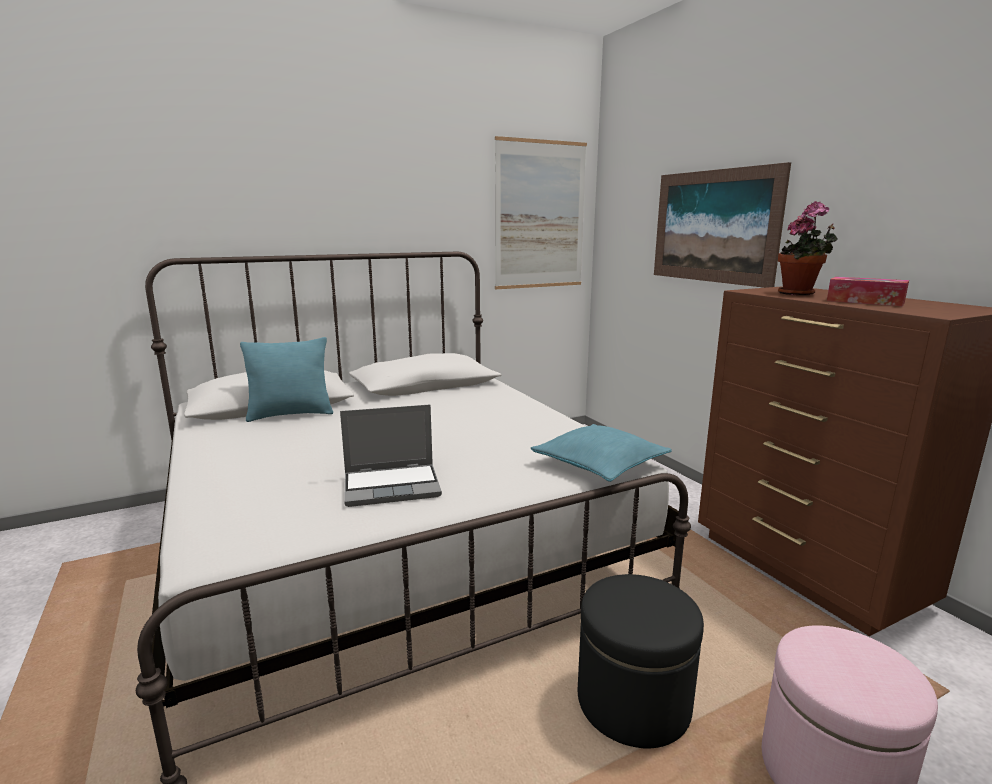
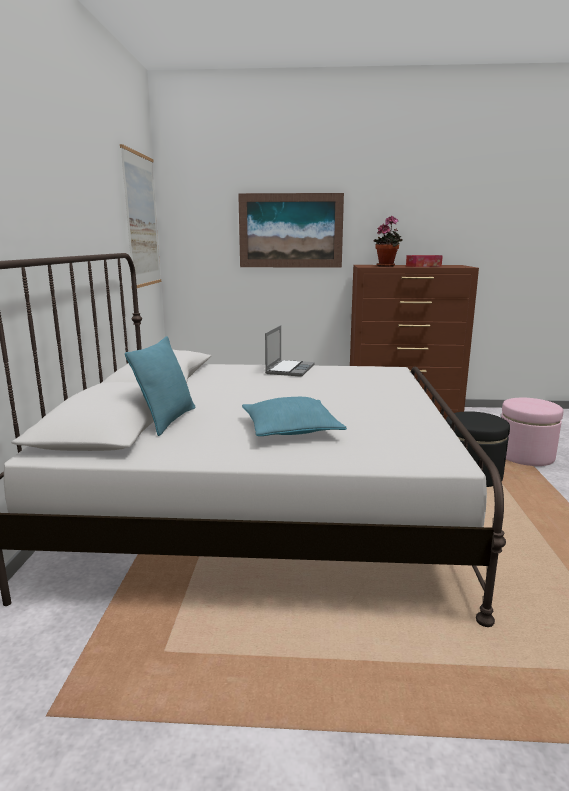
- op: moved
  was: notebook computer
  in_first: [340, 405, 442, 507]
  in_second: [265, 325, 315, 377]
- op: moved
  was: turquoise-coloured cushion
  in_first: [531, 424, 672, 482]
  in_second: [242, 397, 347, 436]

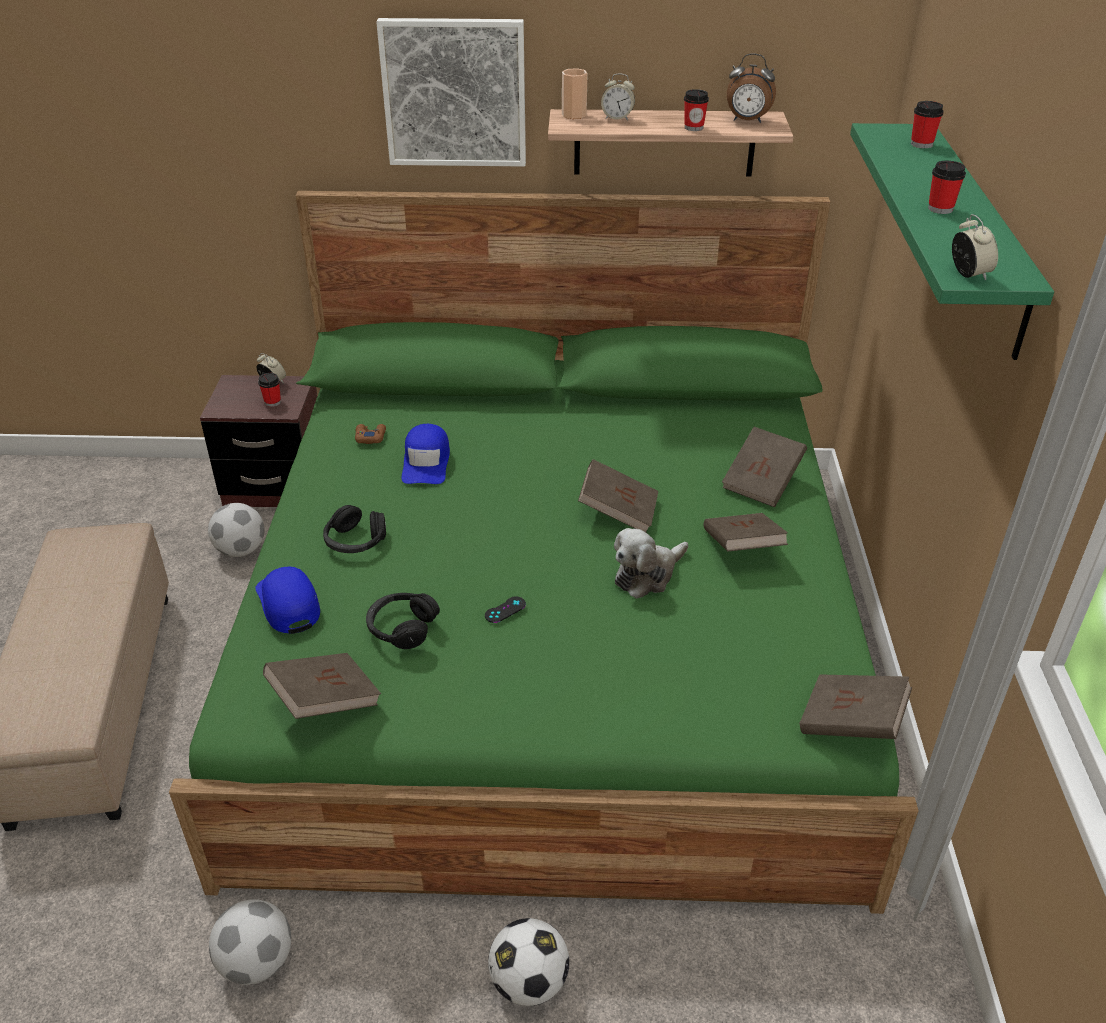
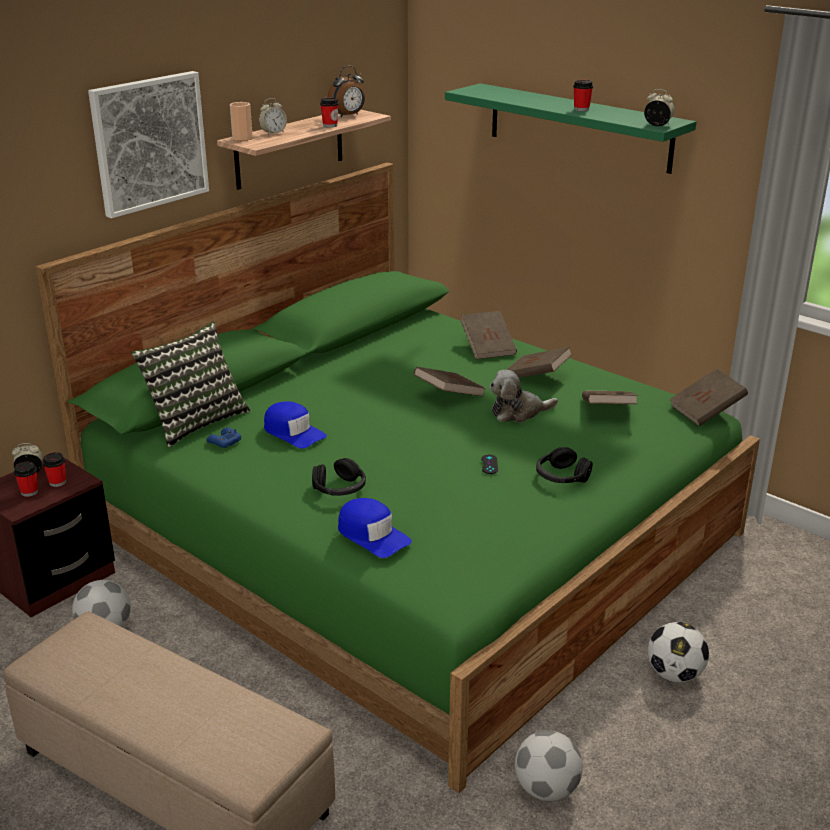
- op: added
  now: cushion
  in_second: [131, 322, 250, 447]
- op: moved
  was: brownish bound book
  in_first: [263, 653, 381, 719]
  in_second: [582, 391, 637, 404]
- op: moved
  was: black-coloured headphones
  in_first: [366, 593, 440, 649]
  in_second: [536, 447, 593, 483]
- op: moved
  was: small cup
  in_first: [911, 101, 944, 148]
  in_second: [14, 462, 38, 497]
- op: recoloured
  was: brownish joypad
  now: blue joypad
  in_first: [355, 424, 386, 444]
  in_second: [206, 427, 241, 448]
- op: turned
  was: blue baseball cap
  in_first: [255, 567, 320, 634]
  in_second: [338, 498, 412, 558]
  clockwise: -150
- op: turned
  was: plush toy
  in_first: [614, 528, 688, 599]
  in_second: [490, 370, 558, 422]
  clockwise: 75

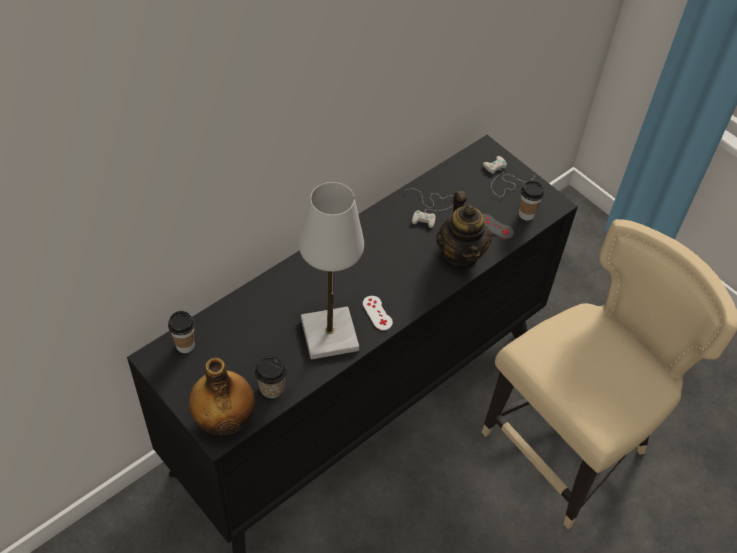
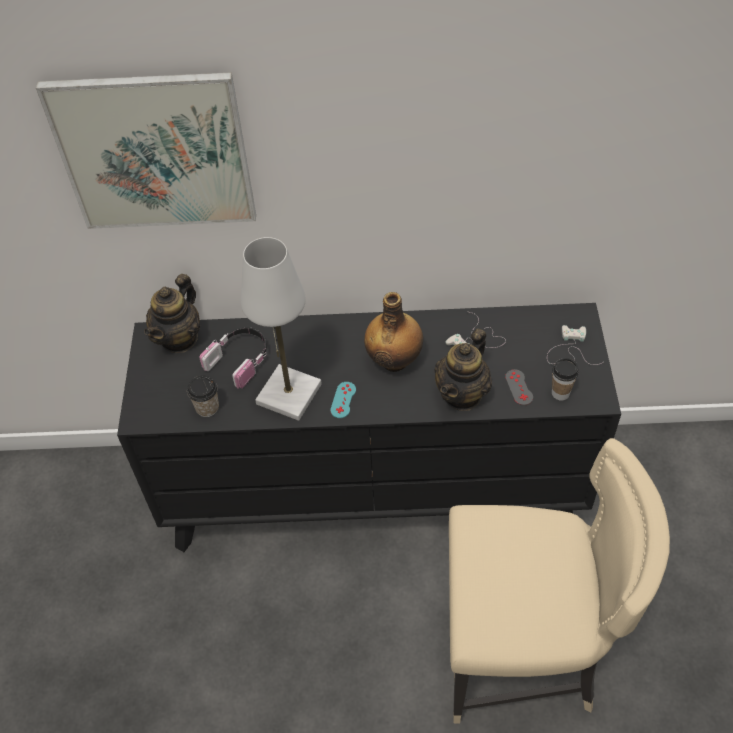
- op: added
  now: wall art
  in_second: [36, 72, 256, 229]
- op: added
  now: headphones
  in_second: [199, 327, 267, 389]
- op: moved
  was: drink bottle
  in_first: [189, 358, 255, 435]
  in_second: [364, 292, 423, 372]
- op: replaced
  was: small cup
  now: pot for tea
  in_first: [168, 311, 195, 353]
  in_second: [144, 274, 200, 353]
- op: recoloured
  was: white-coloured joypad
  now: turquoise-coloured joypad
  in_first: [363, 296, 393, 331]
  in_second: [330, 382, 356, 418]

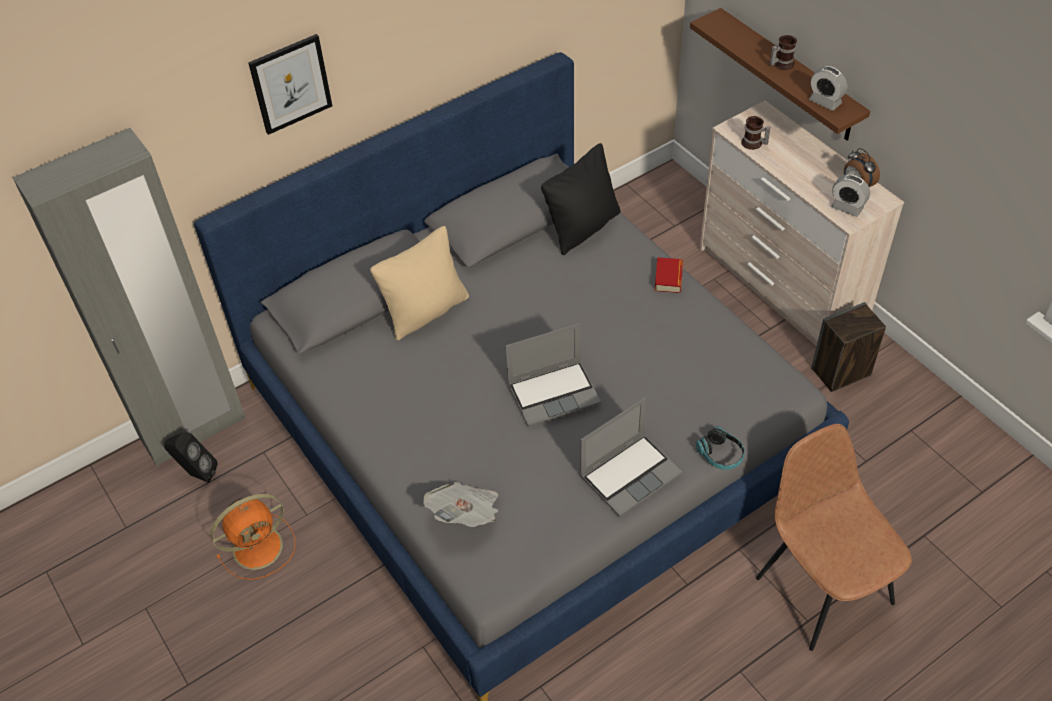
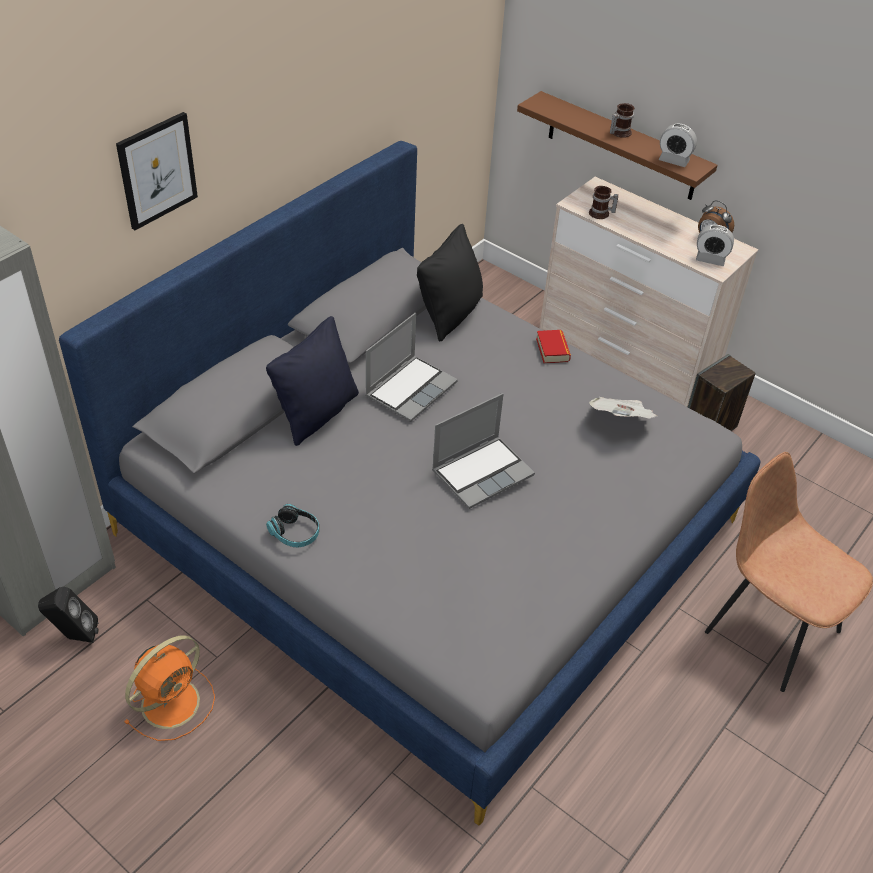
- op: moved
  was: newspaper
  in_first: [423, 482, 498, 527]
  in_second: [589, 397, 657, 418]
- op: moved
  was: notebook computer
  in_first: [580, 397, 682, 517]
  in_second: [365, 313, 458, 422]
- op: moved
  was: headphones
  in_first: [696, 426, 745, 470]
  in_second: [266, 504, 319, 547]
- op: recoloured
  was: sand-coloured cushion
  now: black-coloured cushion
  in_first: [370, 226, 469, 340]
  in_second: [266, 316, 359, 446]

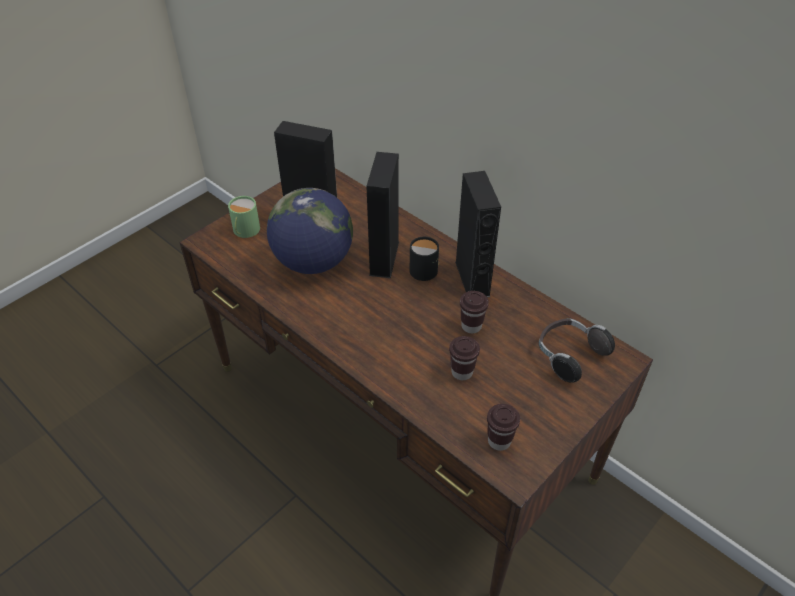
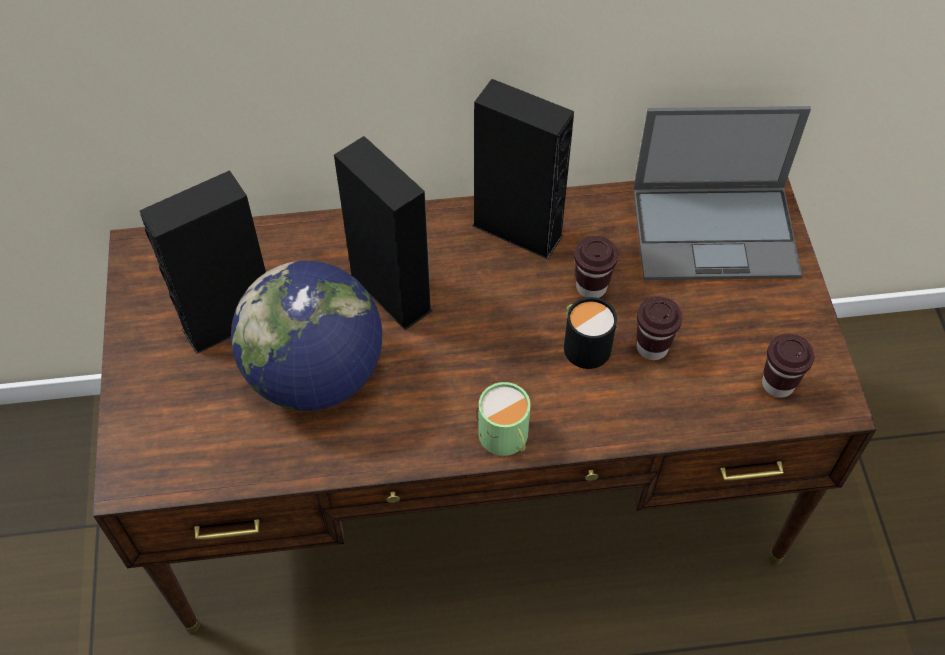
- op: moved
  was: green-coloured coffee mug
  in_first: [228, 196, 260, 238]
  in_second: [476, 382, 530, 456]
- op: moved
  was: black-coloured coffee mug
  in_first: [410, 237, 439, 281]
  in_second: [564, 297, 617, 369]
- op: replaced
  was: headphones
  now: notebook computer
  in_first: [539, 318, 615, 383]
  in_second: [633, 106, 811, 280]

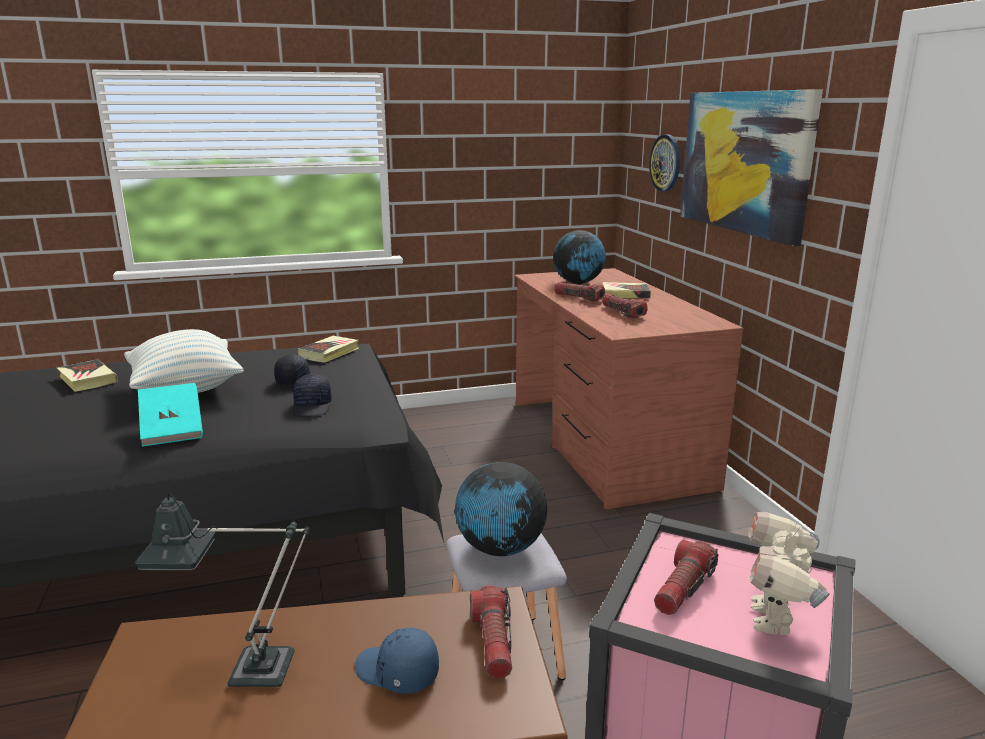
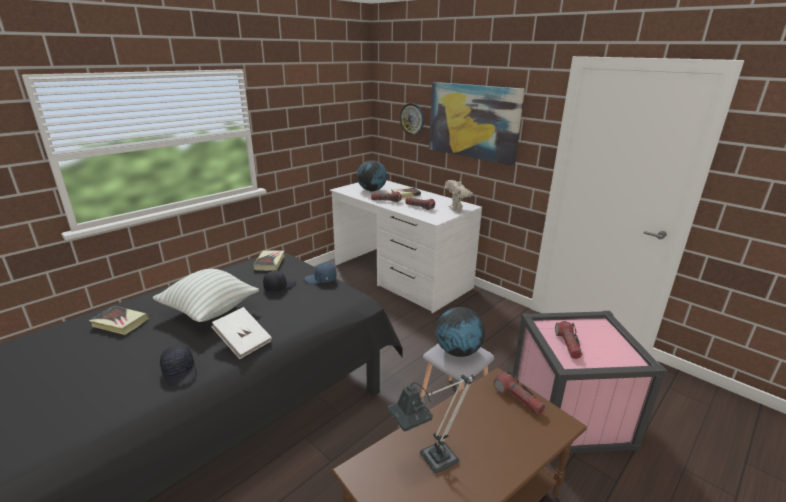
- op: moved
  was: black-coloured baseball cap
  in_first: [293, 374, 332, 416]
  in_second: [160, 345, 197, 386]
- op: moved
  was: blue baseball cap
  in_first: [355, 628, 439, 694]
  in_second: [305, 262, 337, 284]
- op: moved
  was: toy robot
  in_first: [748, 512, 830, 635]
  in_second: [445, 179, 473, 212]
- op: recoloured
  was: turquoise-coloured bound book
  now: white-coloured bound book
  in_first: [138, 383, 203, 447]
  in_second: [211, 307, 272, 359]
- op: recoloured
  was: brownish desk table
  now: white-coloured desk table
  in_first: [514, 268, 744, 510]
  in_second: [330, 180, 482, 313]

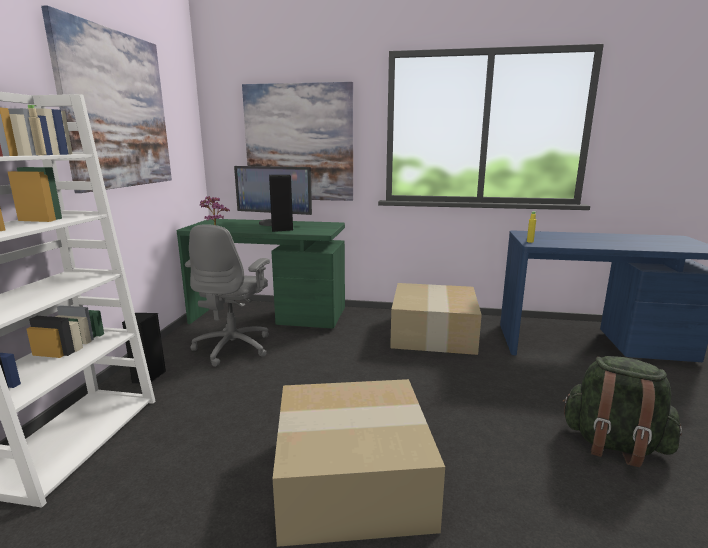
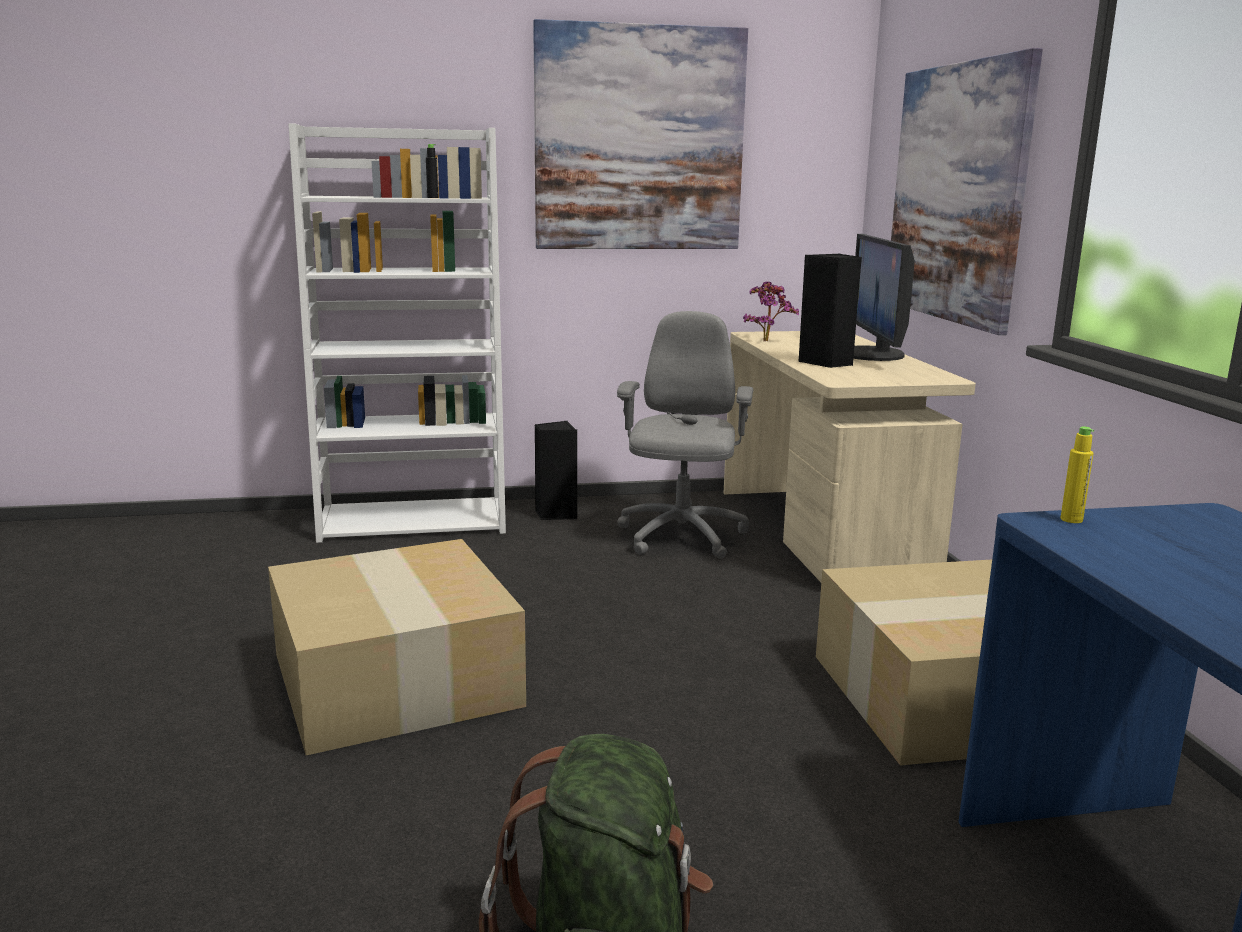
- op: recoloured
  was: sand-coloured drink bottle
  now: black-coloured drink bottle
  in_first: [27, 105, 47, 155]
  in_second: [426, 144, 439, 198]
- op: recoloured
  was: green-coloured desk table
  now: sand-coloured desk table
  in_first: [177, 219, 345, 328]
  in_second: [724, 331, 976, 582]
- op: turned
  was: greyish office chair
  in_first: [185, 224, 270, 367]
  in_second: [617, 311, 753, 559]
  clockwise: 105

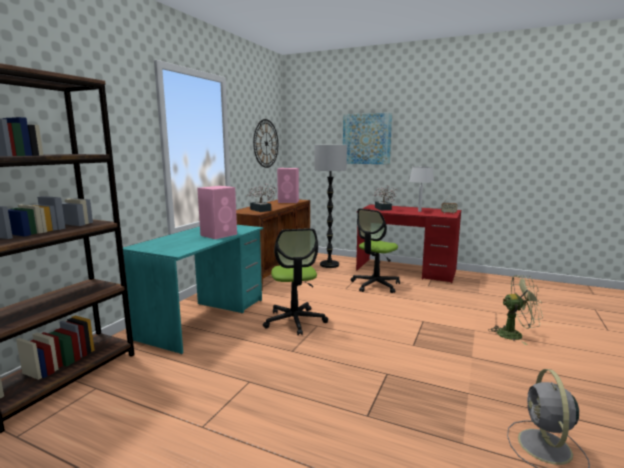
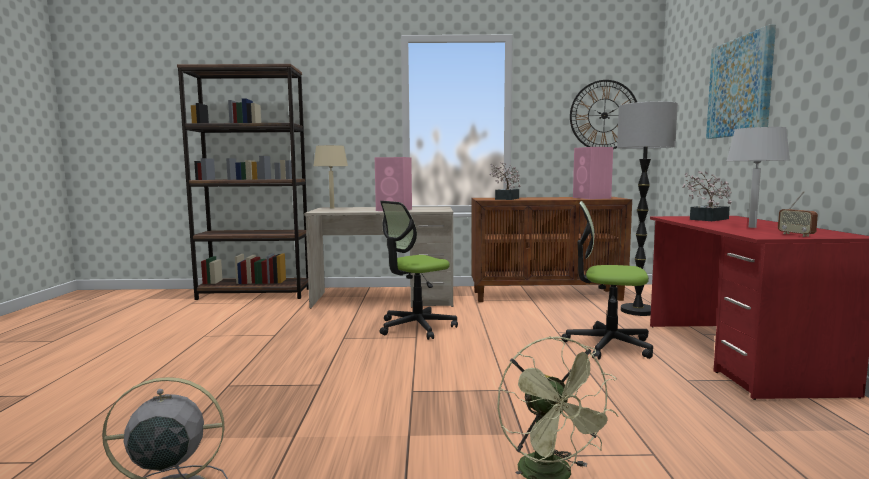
- op: added
  now: sand-coloured tabletop lamp
  in_second: [314, 145, 348, 209]
- op: recoloured
  was: turquoise-coloured desk table
  now: sand-coloured desk table
  in_first: [123, 225, 263, 354]
  in_second: [304, 206, 453, 309]

